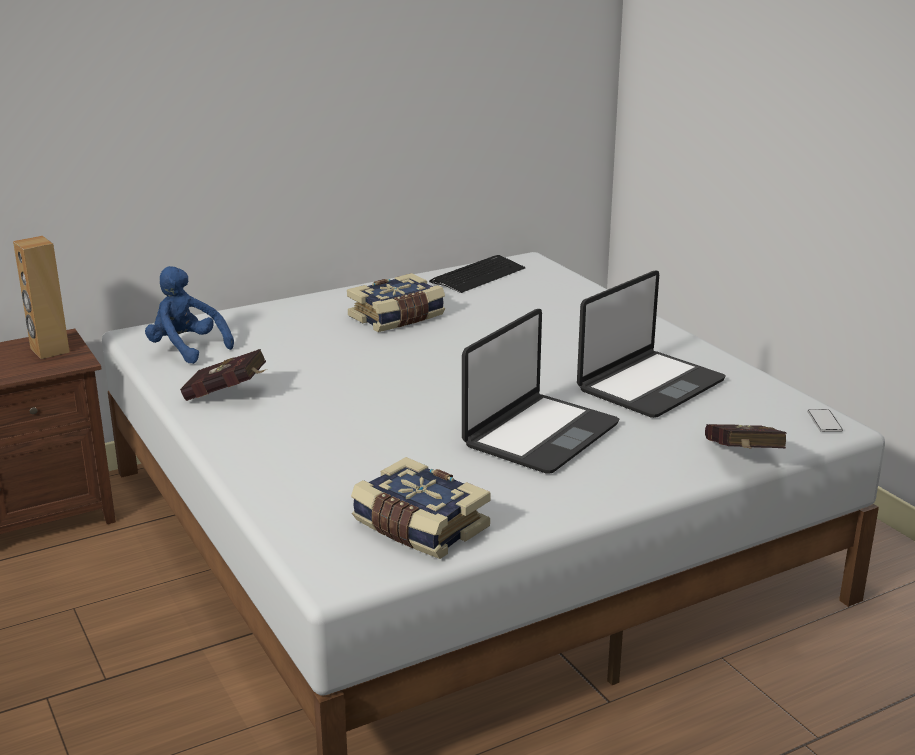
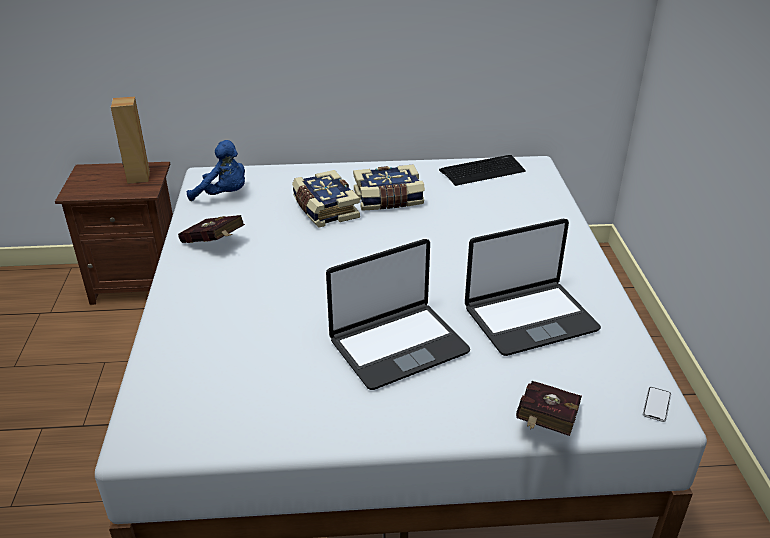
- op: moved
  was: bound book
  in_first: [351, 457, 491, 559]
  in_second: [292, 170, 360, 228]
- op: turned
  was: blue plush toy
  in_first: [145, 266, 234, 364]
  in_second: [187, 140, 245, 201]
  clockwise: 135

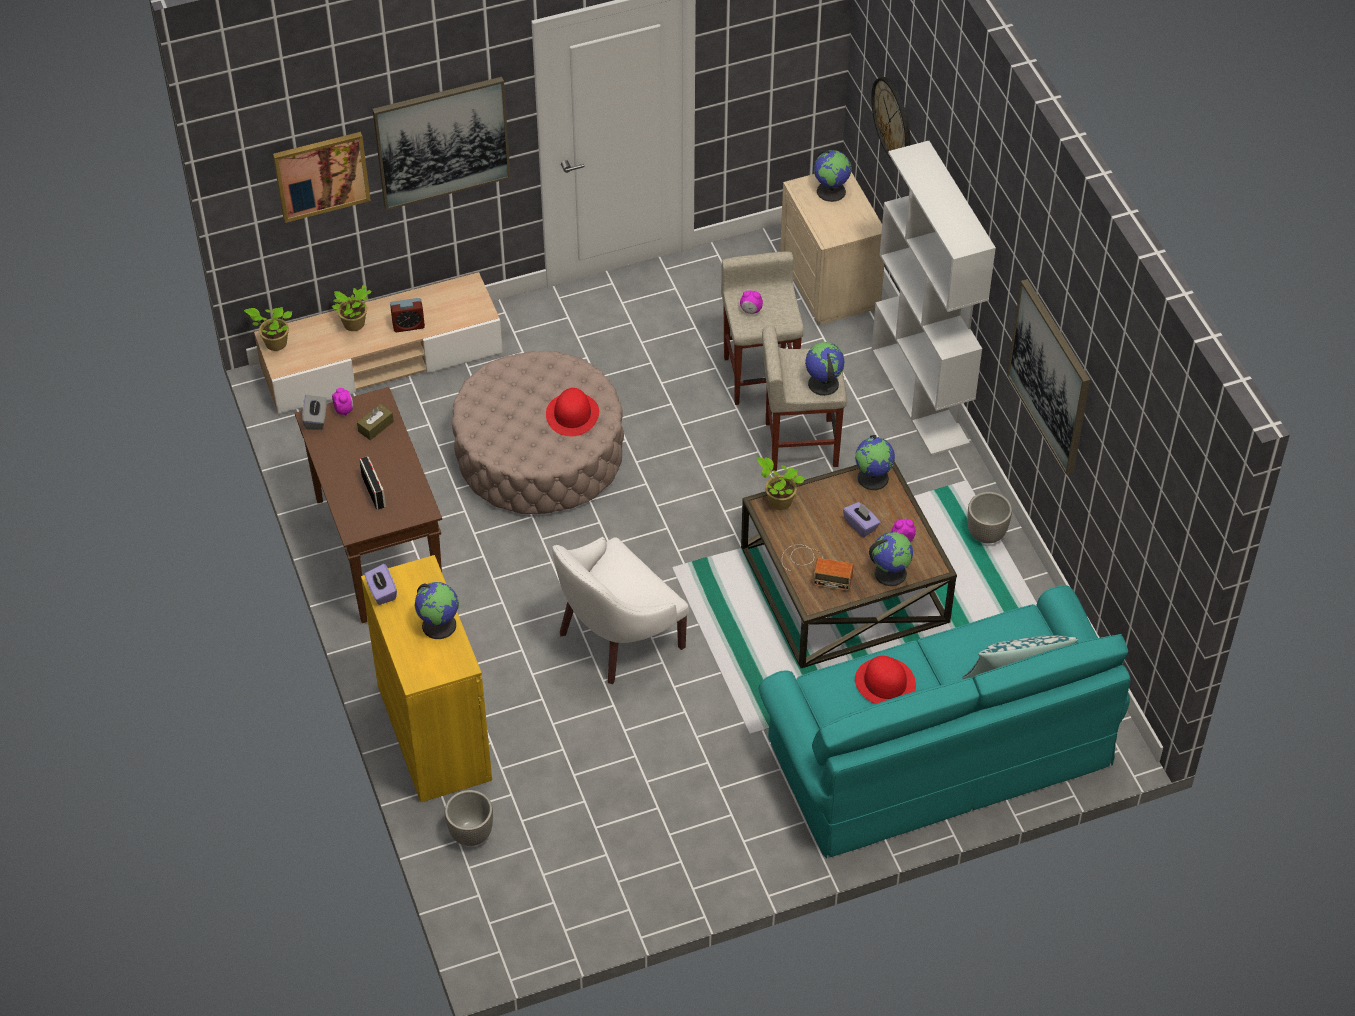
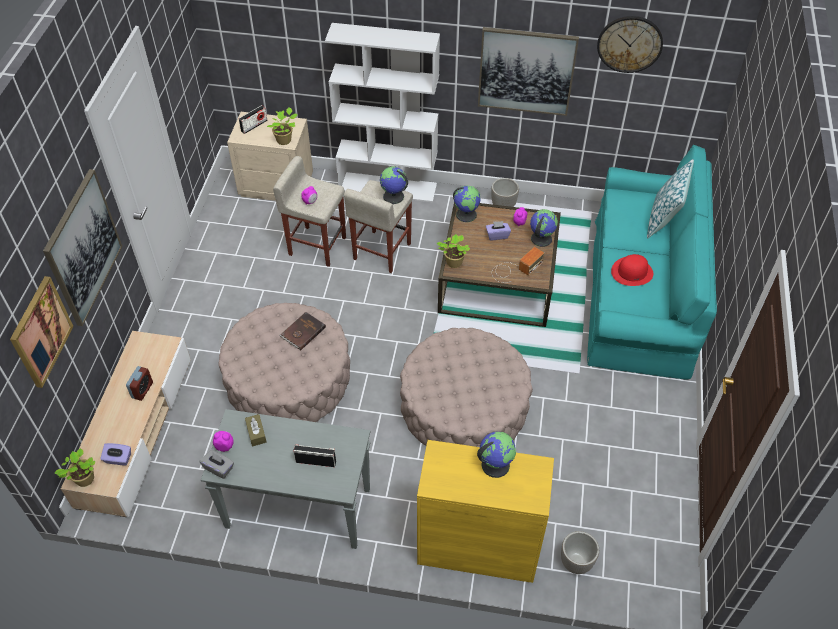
- op: moved
  was: plant in a pot
  in_first: [332, 285, 372, 331]
  in_second: [267, 107, 298, 145]
- op: moved
  was: purple box of tissues
  in_first: [365, 564, 397, 605]
  in_second: [100, 443, 131, 466]
- op: moved
  was: clock on the wall
  in_first: [871, 77, 911, 160]
  in_second: [597, 16, 663, 73]
- op: replaced
  was: red wearable hat
  now: brownish bound book
  in_first: [546, 388, 599, 436]
  in_second: [279, 312, 326, 350]
- op: replaced
  was: white-coloured armchair
  now: sand-coloured footrest
  in_first: [552, 537, 689, 684]
  in_second: [400, 328, 533, 447]
- op: replaced
  was: world globe
  now: radio set
  in_first: [814, 150, 851, 202]
  in_second: [239, 105, 267, 134]
- op: recoloured
  was: brownish console table
  now: greyish console table
  in_first: [295, 387, 442, 623]
  in_second: [201, 409, 371, 549]

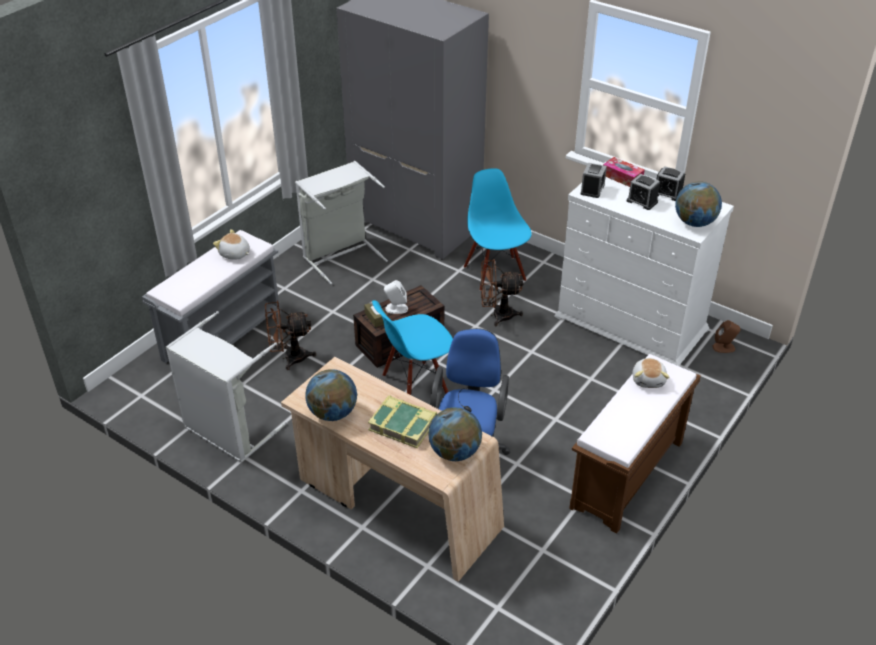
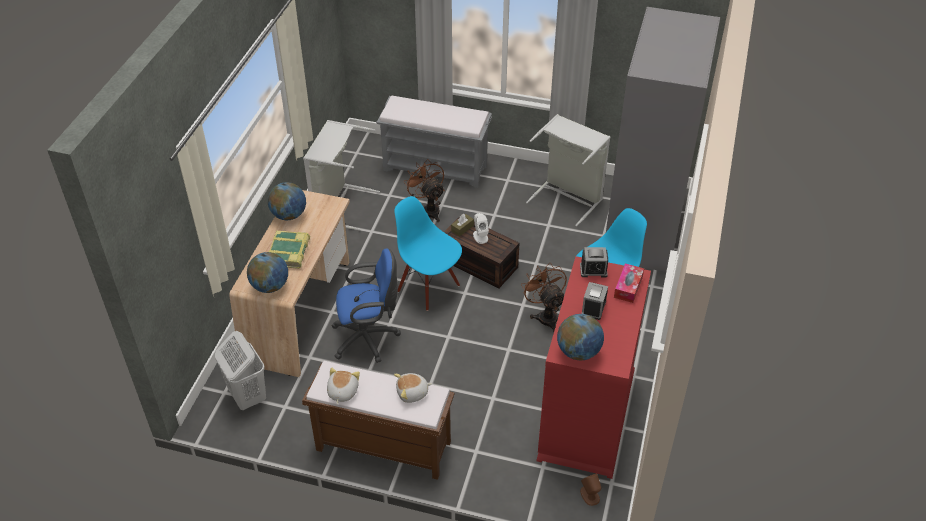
- op: removed
  was: alarm clock
  in_first: [656, 166, 685, 201]
- op: added
  now: white-coloured laundry basket
  in_second: [215, 331, 266, 410]
- op: moved
  was: plush toy
  in_first: [213, 229, 250, 260]
  in_second: [327, 367, 360, 404]
- op: recoloured
  was: white-coloured drawer chest
  now: red drawer chest
  in_first: [555, 162, 734, 367]
  in_second: [536, 256, 651, 479]

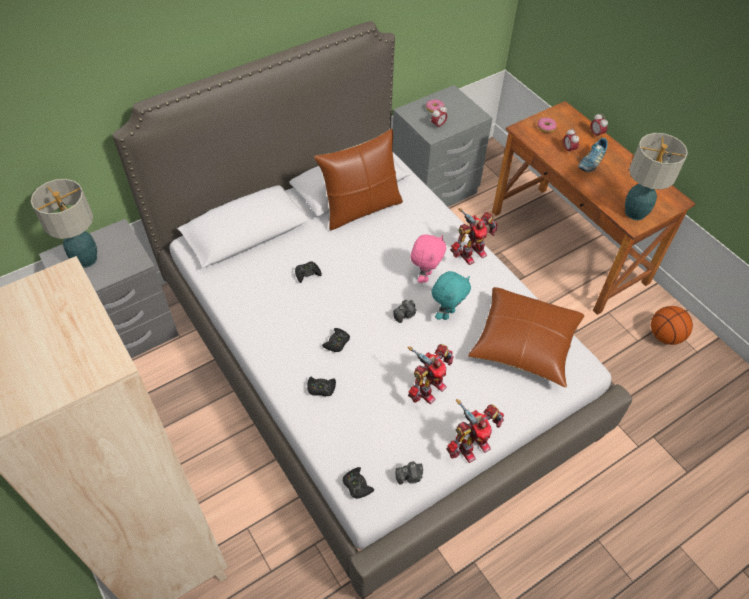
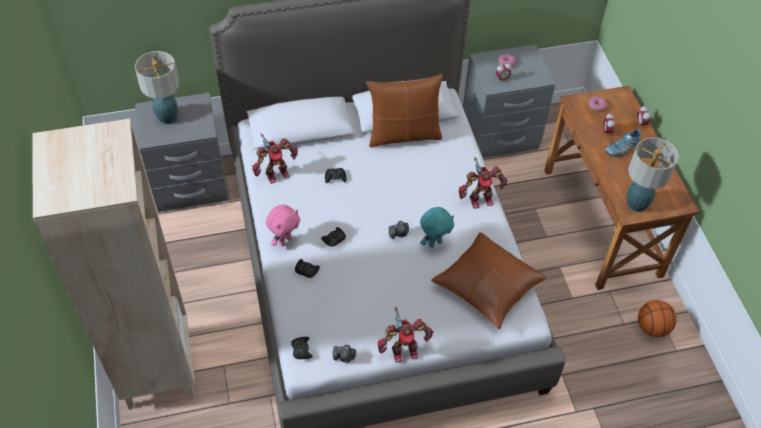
- op: moved
  was: toy robot
  in_first: [407, 344, 454, 404]
  in_second: [252, 134, 298, 184]
- op: moved
  was: pink plush toy
  in_first: [410, 234, 446, 283]
  in_second: [266, 205, 300, 246]

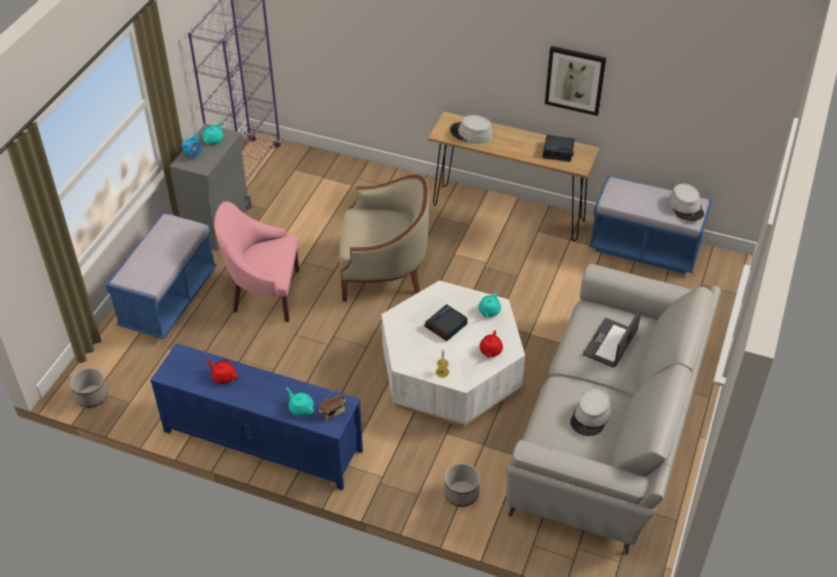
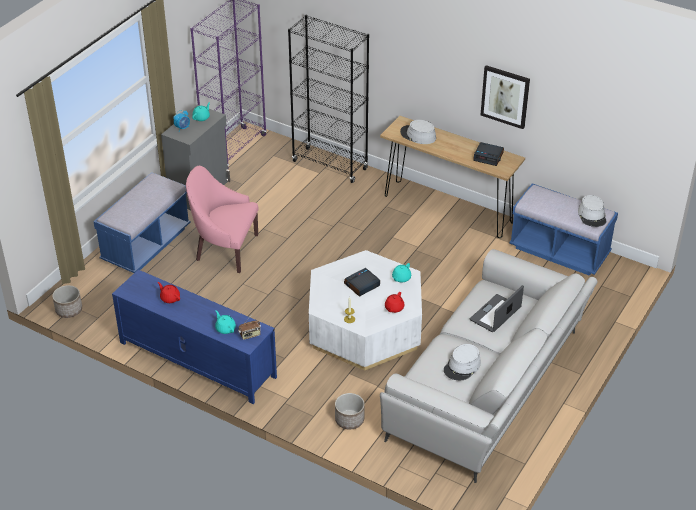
- op: removed
  was: sand-coloured armchair
  in_first: [339, 174, 429, 302]
- op: added
  now: black-coloured bookcase
  in_second: [288, 15, 369, 183]

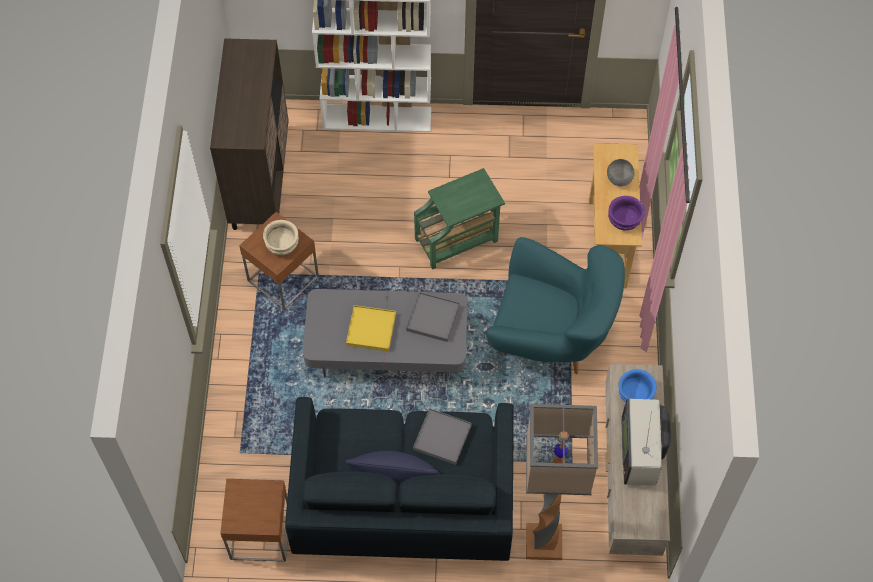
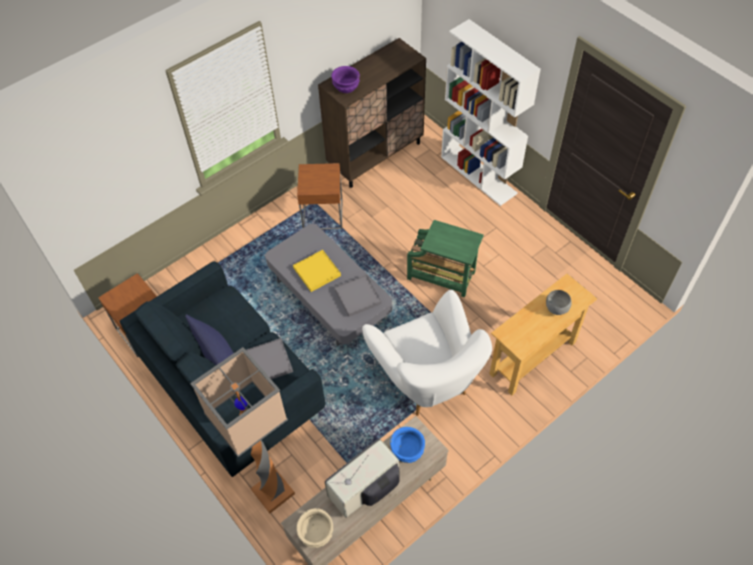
- op: moved
  was: sand-coloured deep dish
  in_first: [263, 220, 299, 255]
  in_second: [296, 508, 333, 548]
- op: moved
  was: purple deep dish
  in_first: [608, 196, 645, 230]
  in_second: [331, 66, 360, 93]
- op: recoloured
  was: turquoise-coloured armchair
  now: white-coloured armchair
  in_first: [486, 237, 625, 374]
  in_second: [362, 290, 492, 416]

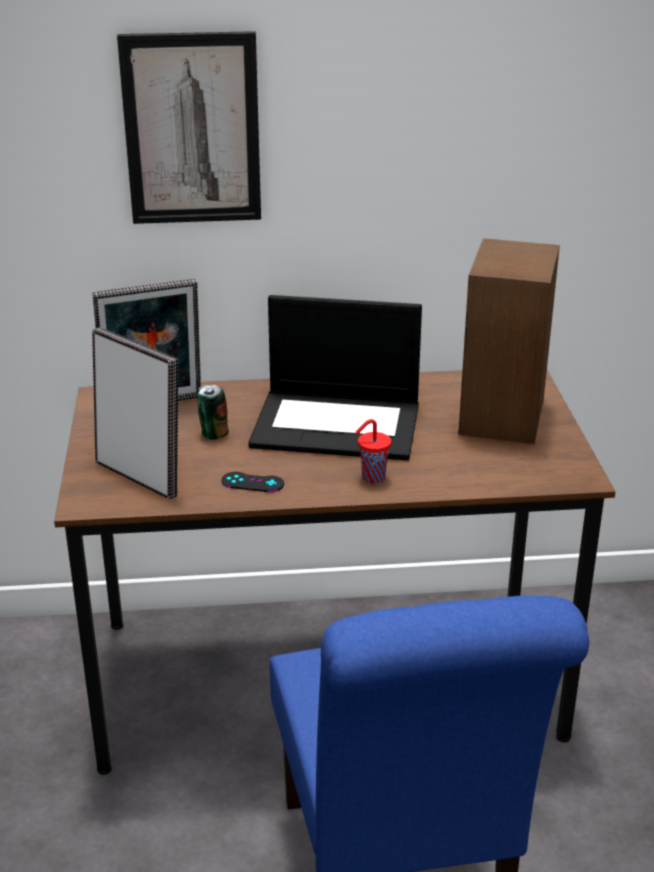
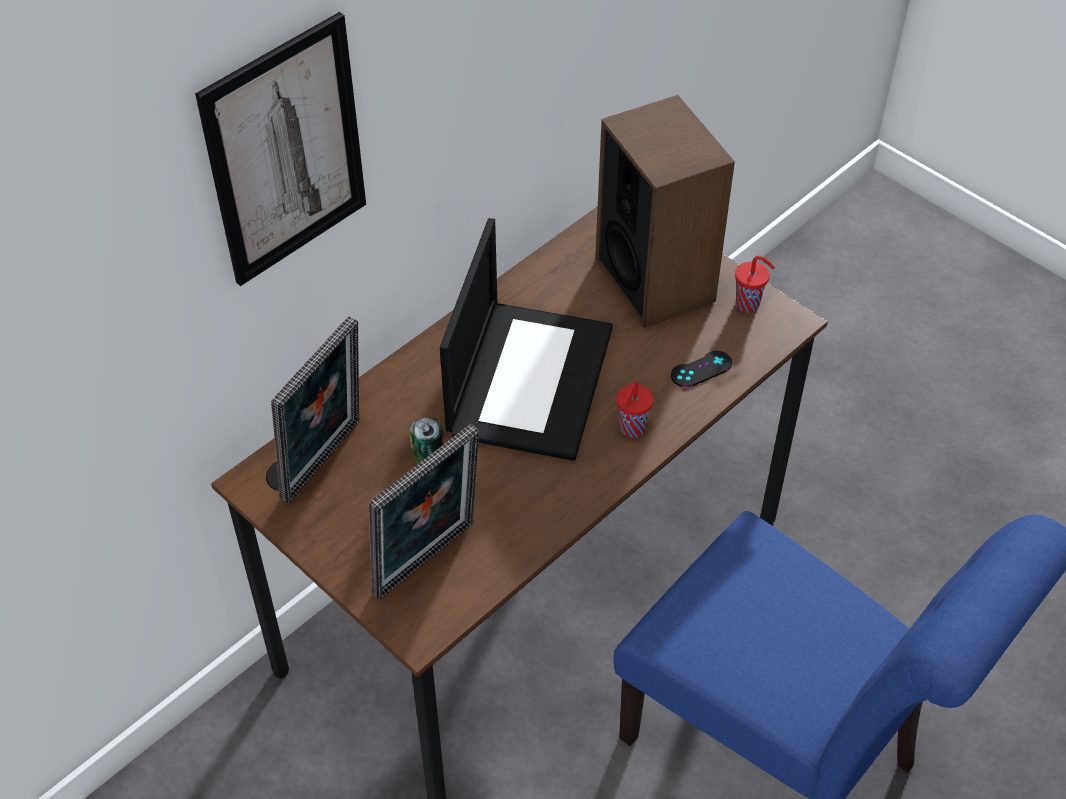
- op: added
  now: red small cup
  in_second: [735, 256, 775, 313]
- op: moved
  was: black-coloured joypad
  in_first: [221, 472, 284, 492]
  in_second: [671, 351, 732, 388]
- op: turned
  was: picture frame
  in_first: [92, 327, 178, 500]
  in_second: [369, 424, 479, 600]
  clockwise: 135
- op: turned
  was: notebook computer
  in_first: [248, 295, 422, 460]
  in_second: [440, 218, 613, 461]
  clockwise: -45

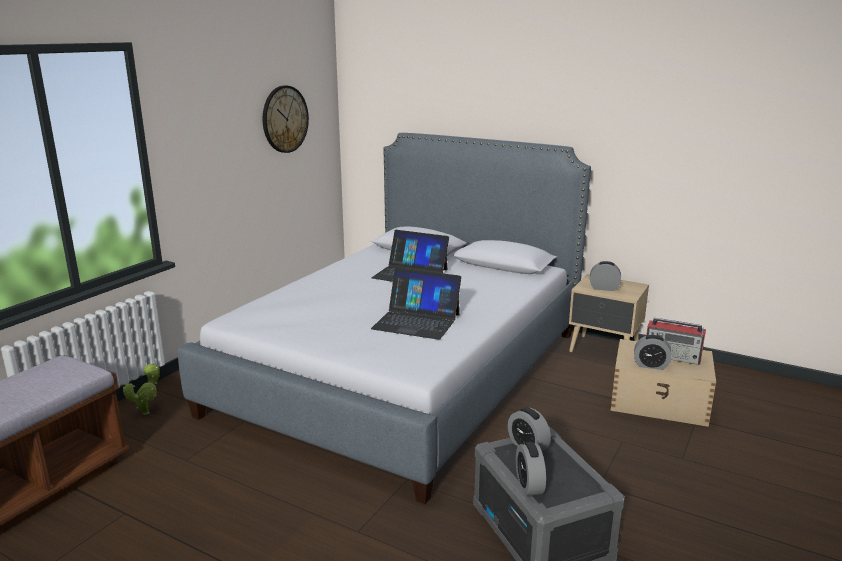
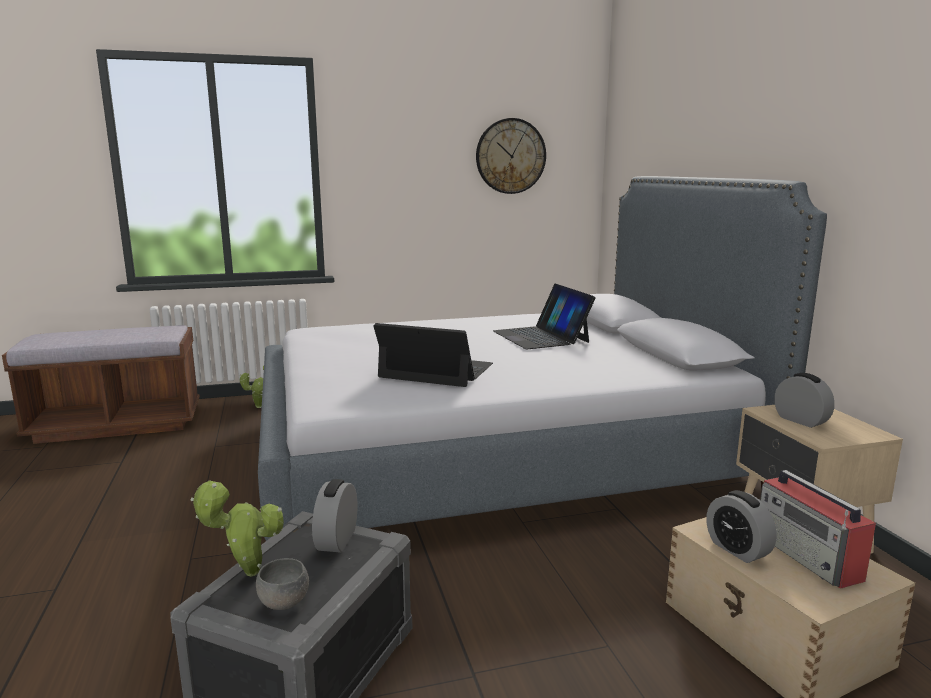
- op: added
  now: greyish deep dish
  in_second: [256, 558, 309, 610]
- op: replaced
  was: alarm clock
  now: plant in a pot
  in_first: [516, 442, 546, 495]
  in_second: [191, 480, 284, 577]
- op: turned
  was: notebook computer
  in_first: [371, 268, 461, 340]
  in_second: [373, 323, 493, 387]
  clockwise: 135

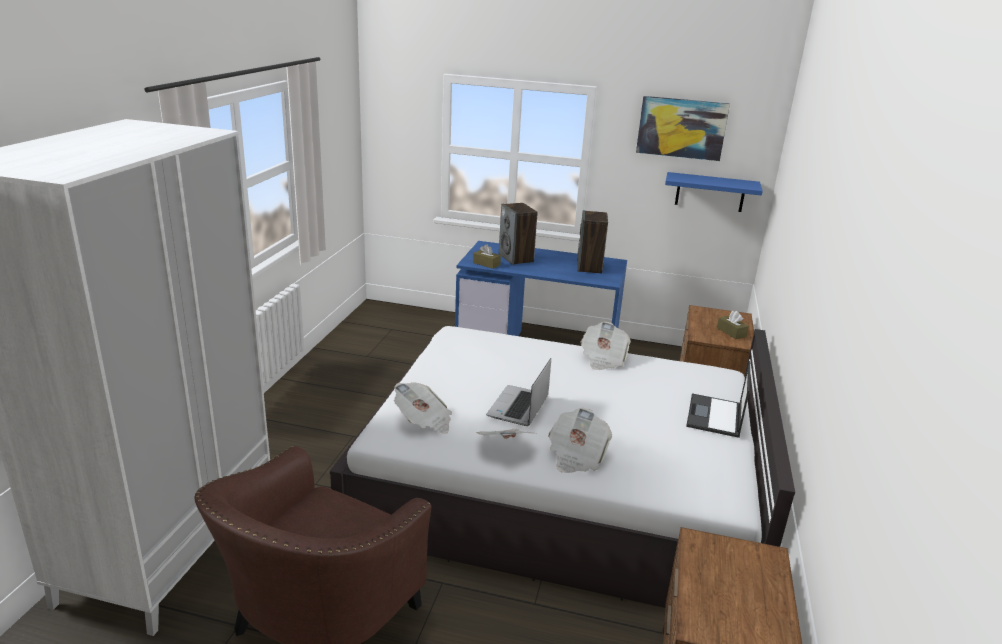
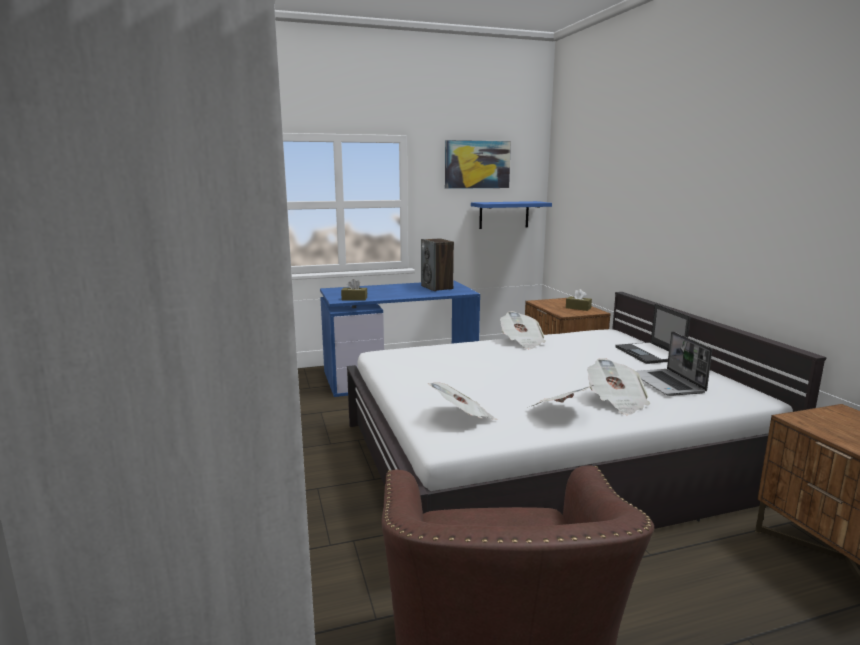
- op: removed
  was: audio speaker
  in_first: [499, 203, 538, 265]
- op: moved
  was: notebook computer
  in_first: [486, 358, 551, 426]
  in_second: [636, 331, 712, 396]

